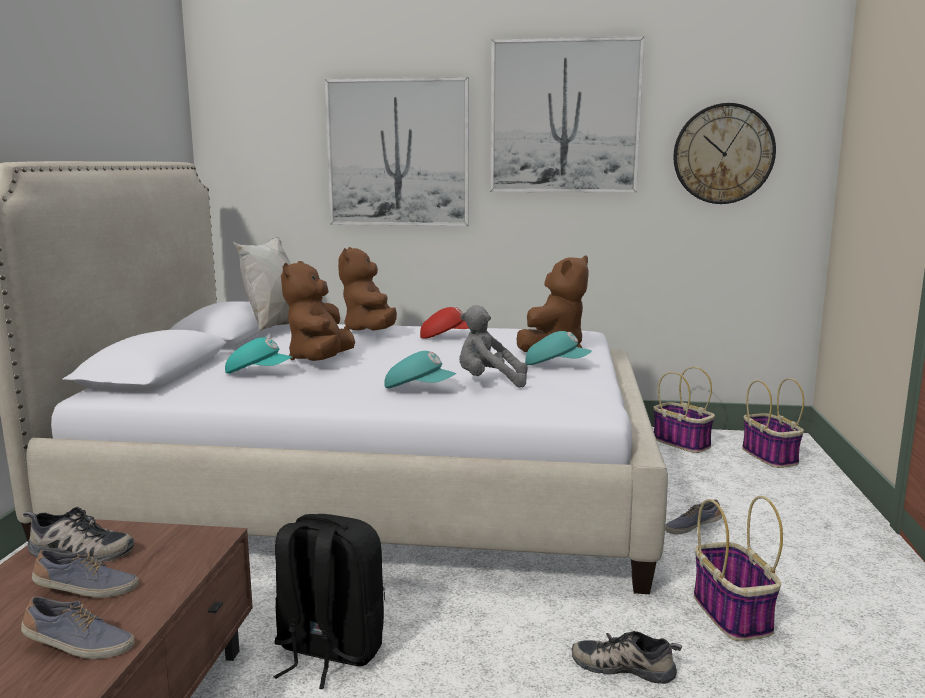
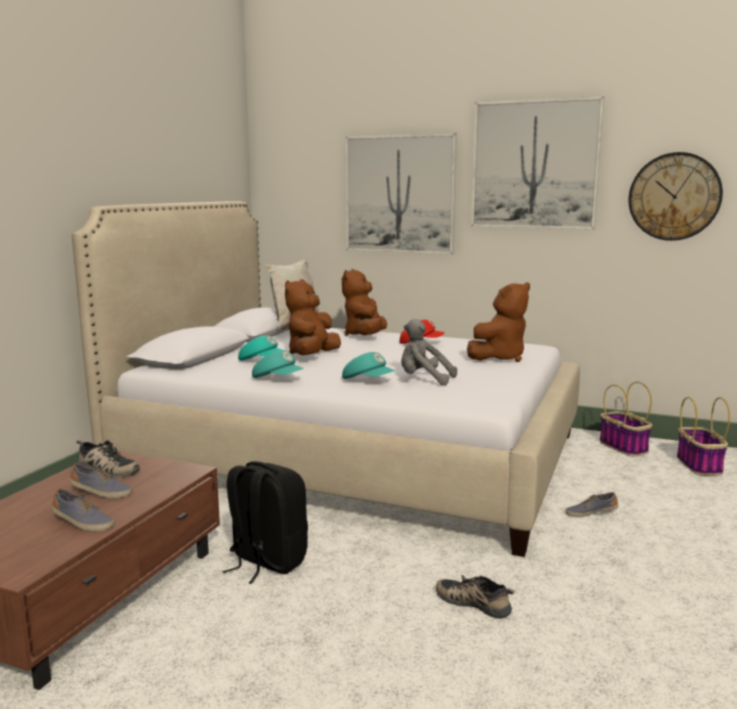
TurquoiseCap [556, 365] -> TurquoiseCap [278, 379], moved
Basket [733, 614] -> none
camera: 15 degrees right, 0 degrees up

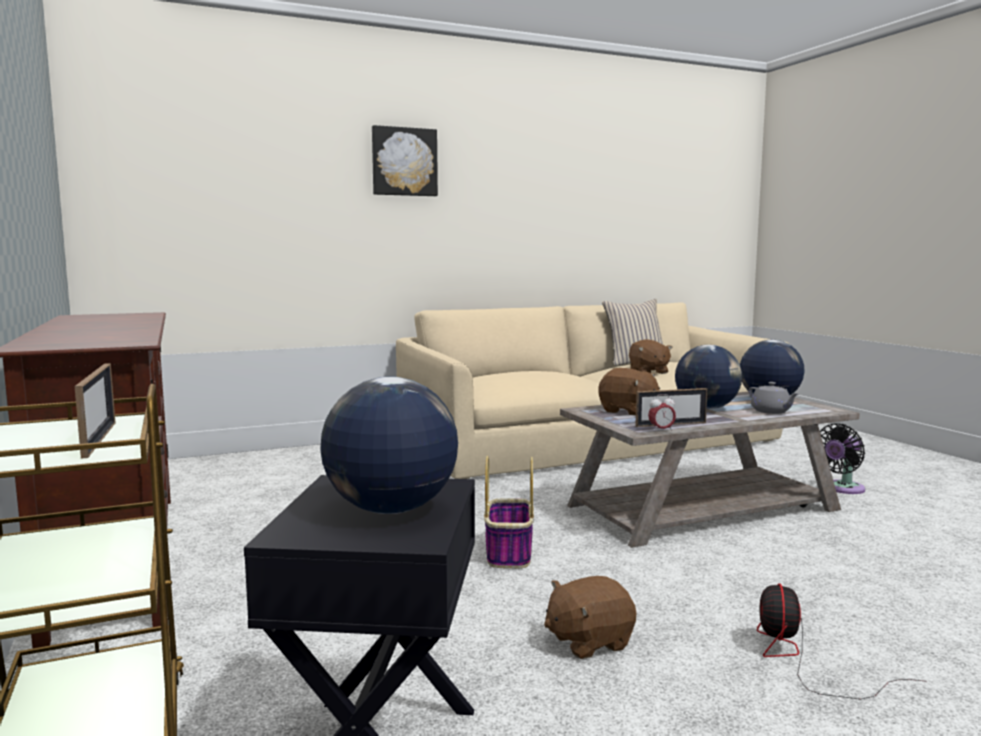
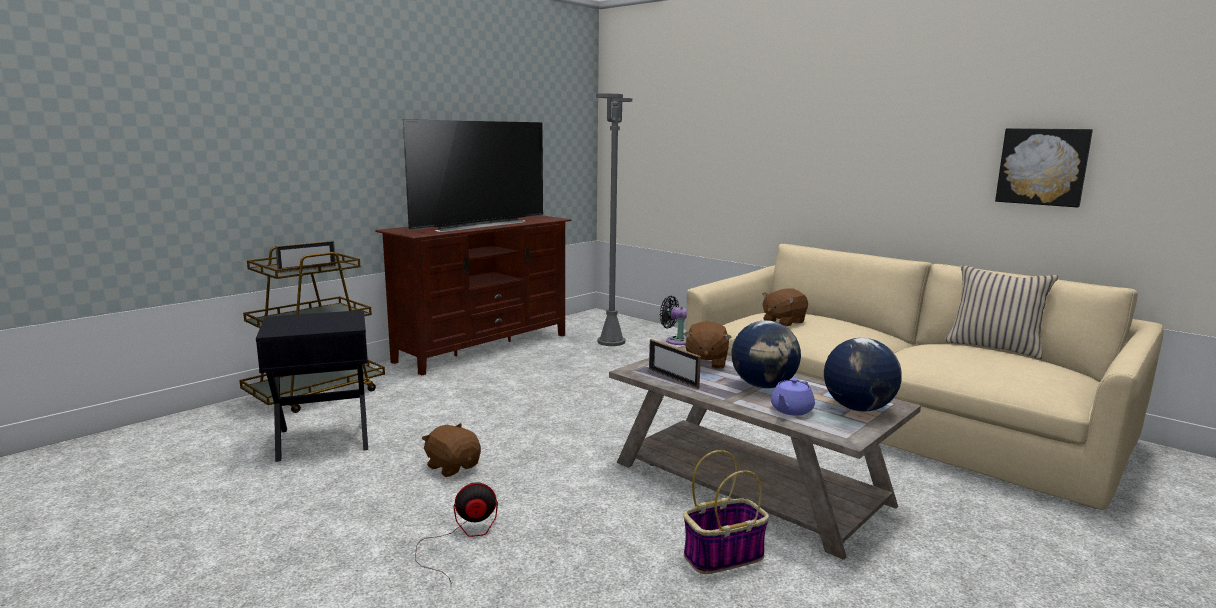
none -> Television [477, 225]
none -> GreyFloorLamp [611, 342]
BlackFan [842, 489] -> BlackFan [675, 341], moved
Basket [508, 553] -> Basket [724, 555], moved
BrownPlushToy [648, 372] -> BrownPlushToy [783, 321], moved
GreyTeapot [771, 411] -> PurpleTeapot [791, 410]
Picture [404, 162] -> Picture [1042, 166], moved
Globe [390, 510] -> none
AlarmClock [661, 430] -> none
camera: 65 degrees right, 5 degrees up

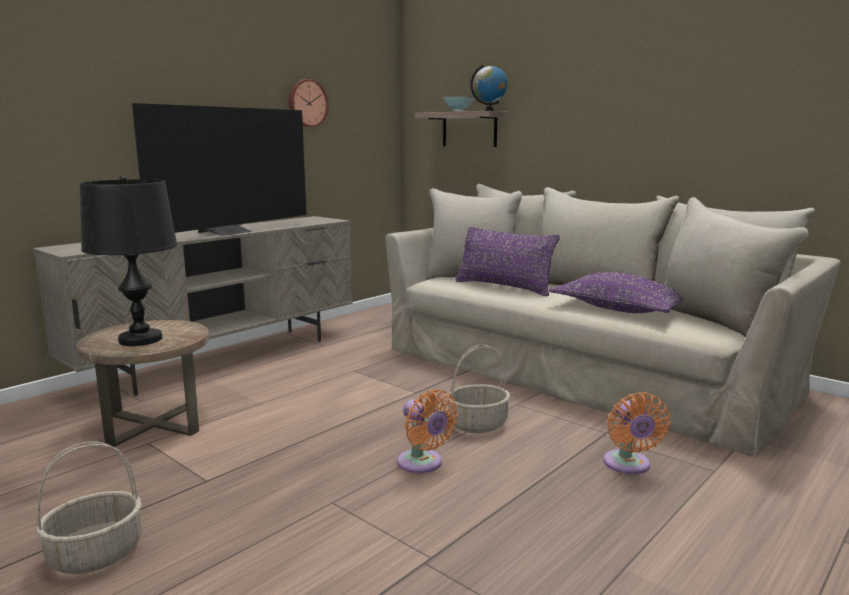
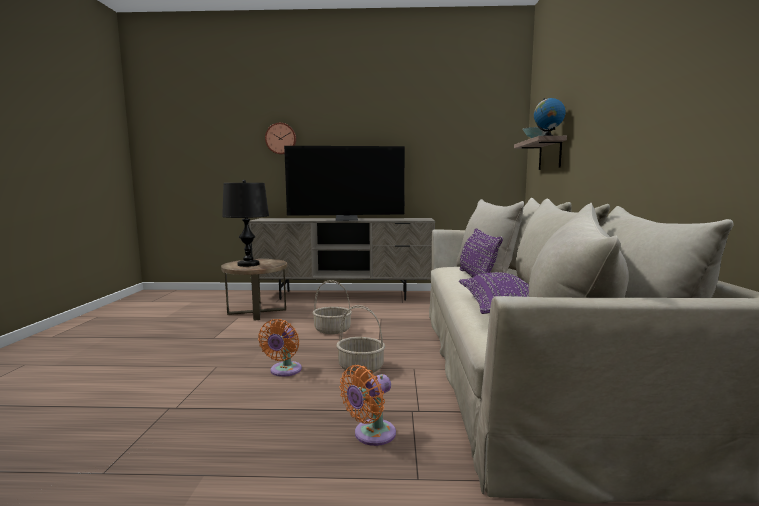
WallClock [307, 103] -> WallClock [281, 138], moved
Basket [96, 553] -> Basket [333, 330], moved
camera: 50 degrees right, 5 degrees down

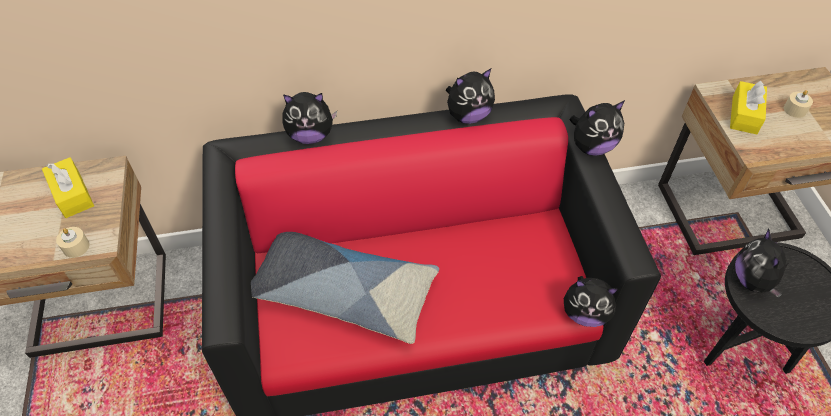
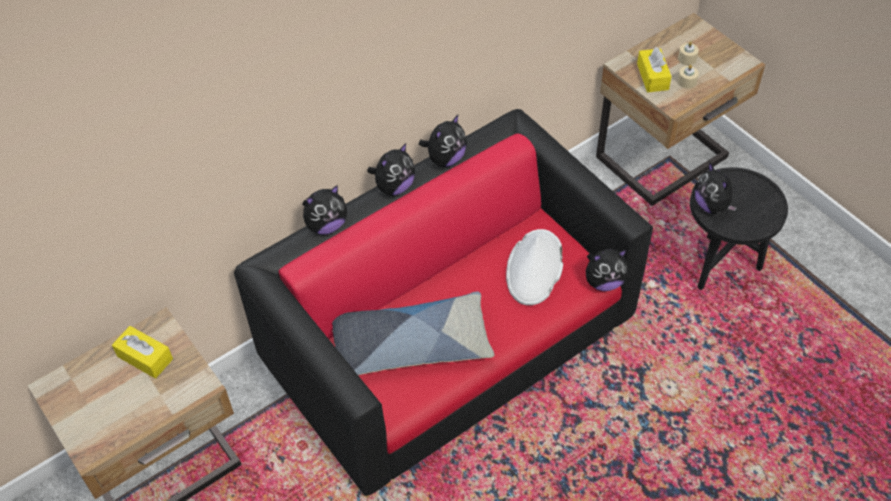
PlushToy [592, 146] -> PlushToy [394, 187], moved
none -> WhiteHat [534, 268]
BeigeCandle [76, 247] -> BeigeCandle [687, 81], moved
camera: 25 degrees left, 0 degrees up

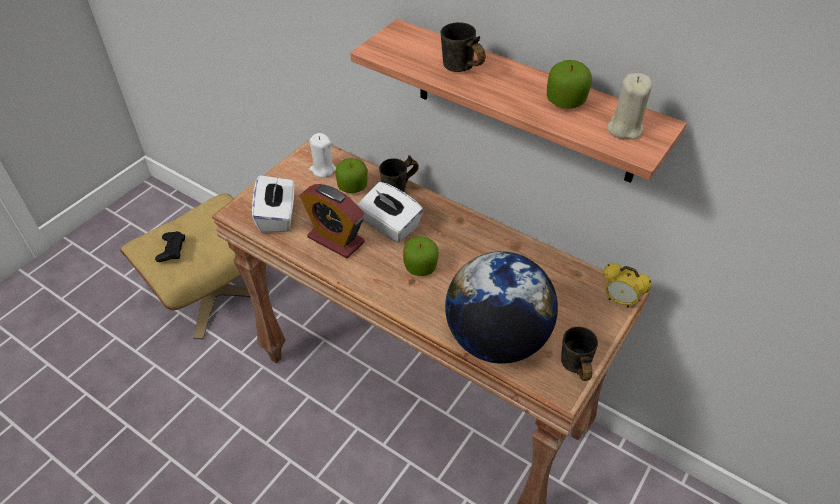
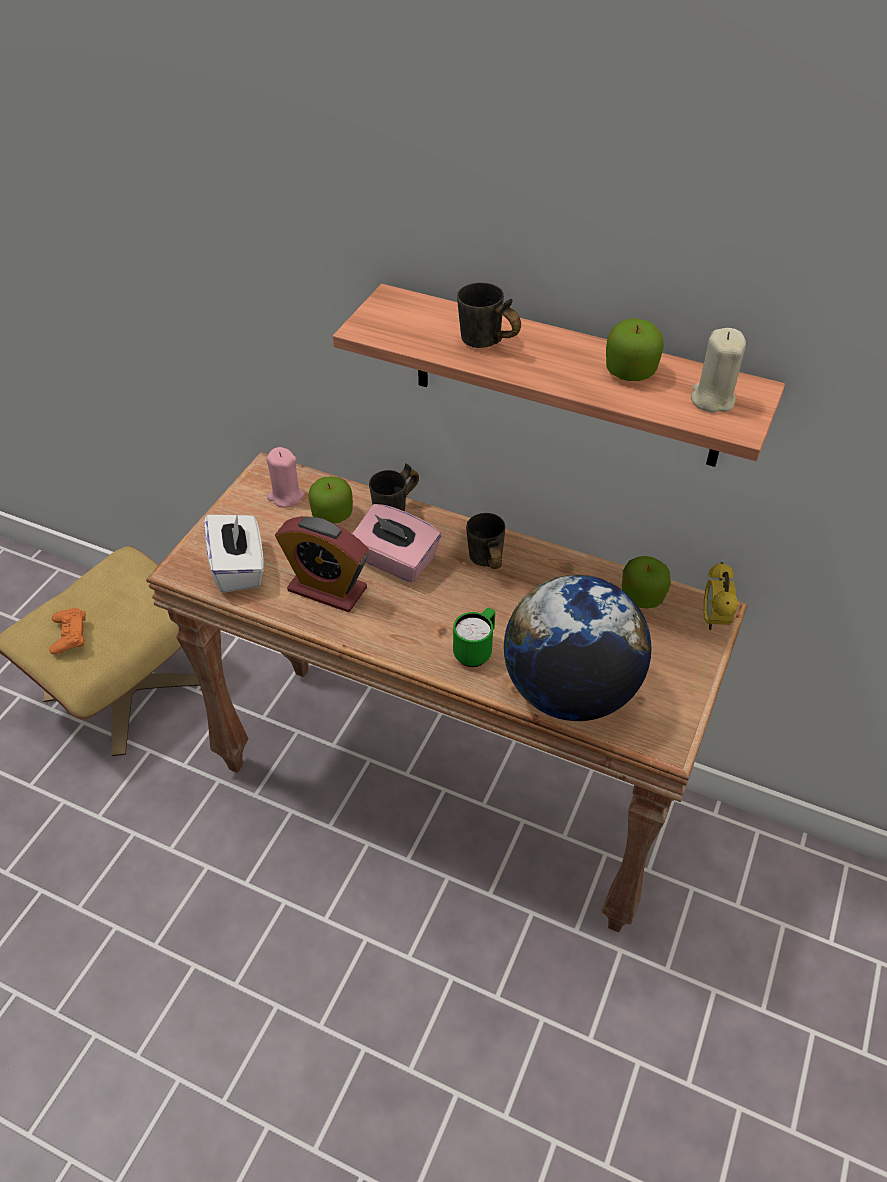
BlackGameController [171, 249] -> OrangeGameController [69, 634]
WhiteCandle [323, 169] -> PinkCandle [286, 496]
WhiteTissueBox [390, 226] -> PinkTissueBox [395, 561]
none -> GreenMug [476, 651]
GreyMug [573, 369] -> GreyMug [483, 563], moved
Apple [420, 266] -> Apple [642, 596], moved
AlarmClock [619, 301] -> AlarmClock [713, 620], 75 degrees clockwise
camera: 10 degrees left, 0 degrees up

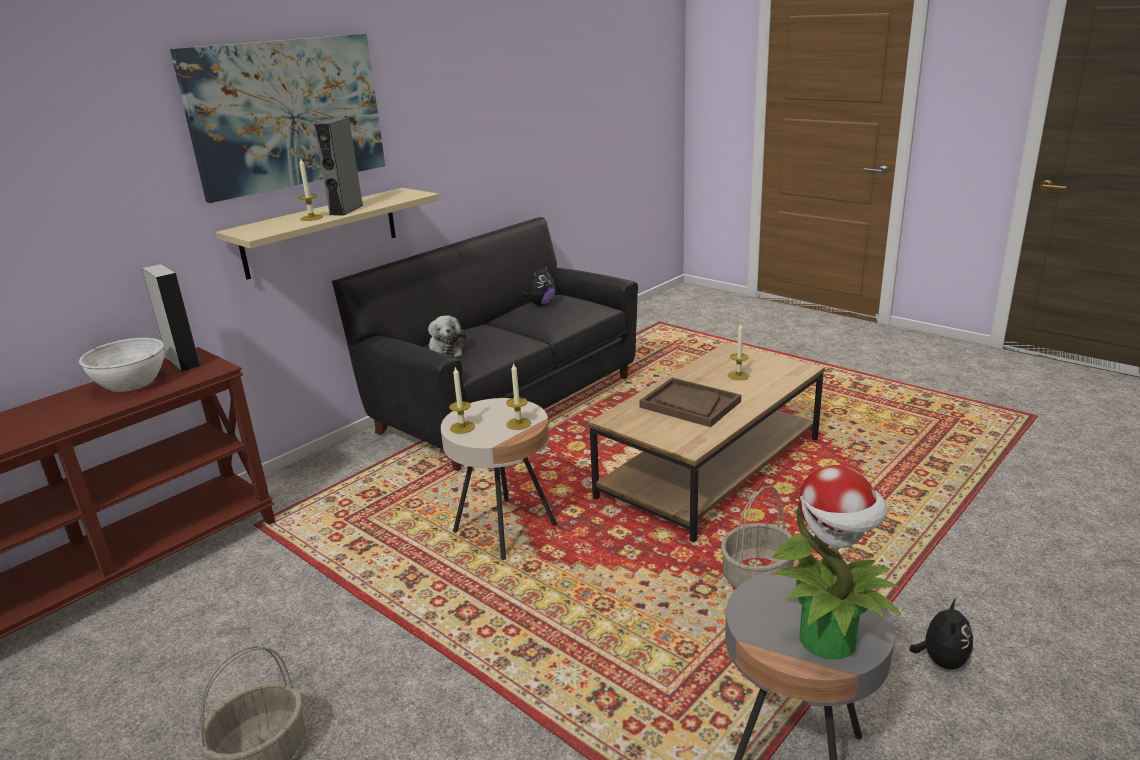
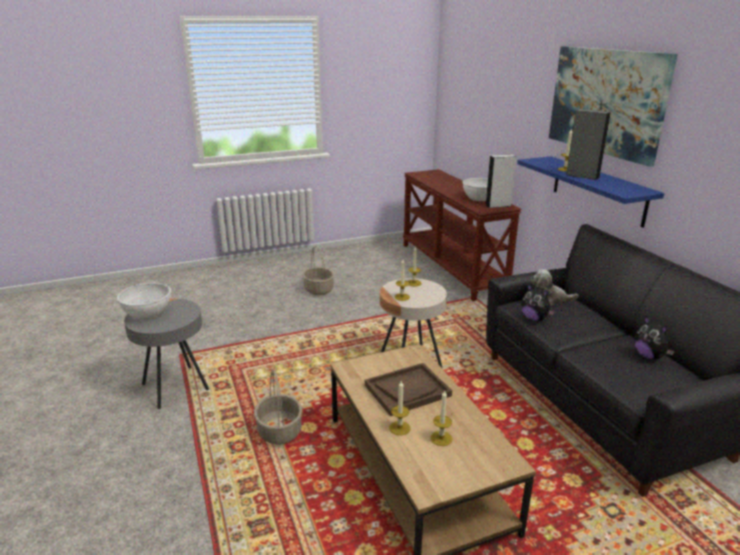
PottedPlant [829, 640] -> WhiteBowl [148, 313]
none -> Candle [399, 428]
BeigeShelf [321, 232] -> BlueShelf [598, 190]
PlushToy [941, 661] -> PlushToy [534, 318], moved
camera: 115 degrees right, 0 degrees up

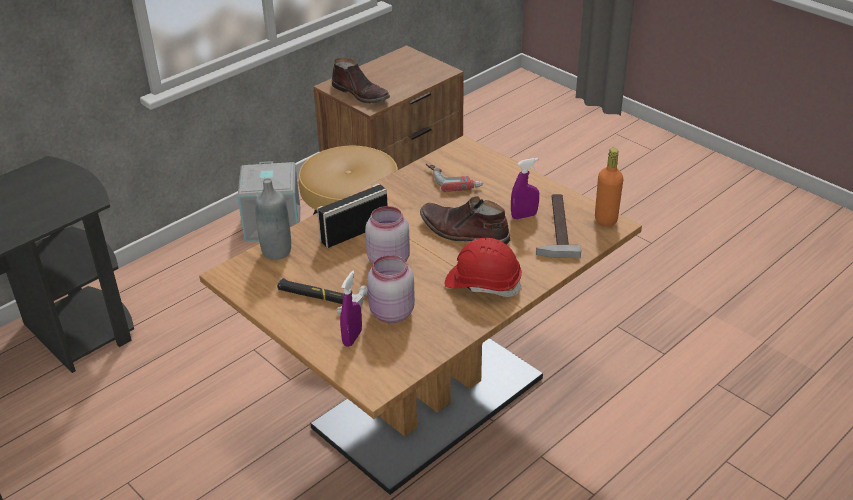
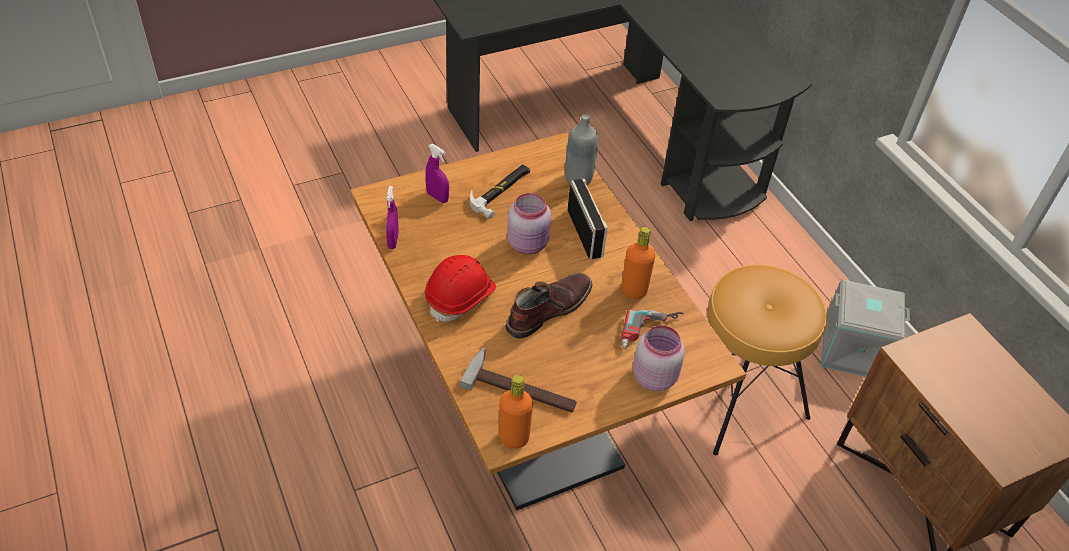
PurpleSprayBottle [524, 216] -> PurpleSprayBottle [393, 241], moved
none -> OrangeBottle [633, 291]
PinkJar [390, 313] -> PinkJar [653, 376], moved
BrownBoot [361, 94] -> none
camera: 105 degrees right, 10 degrees up

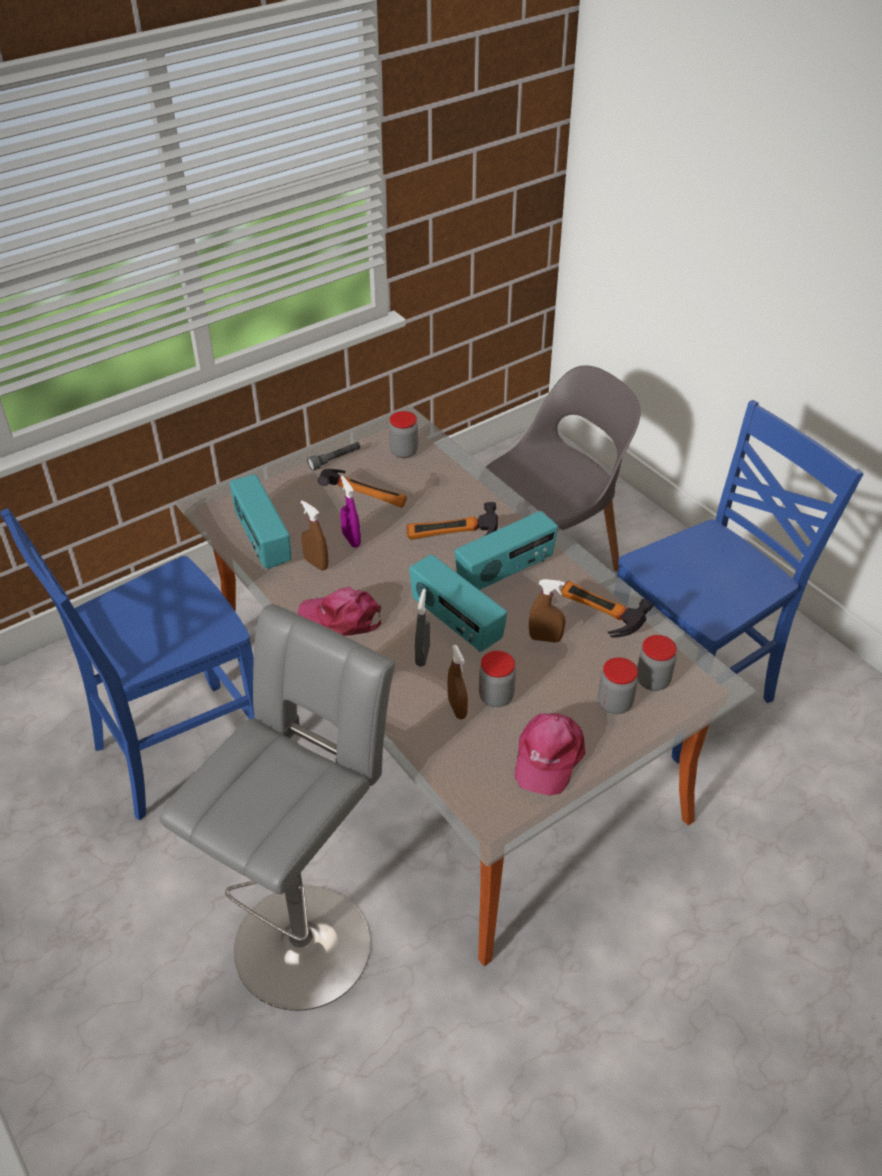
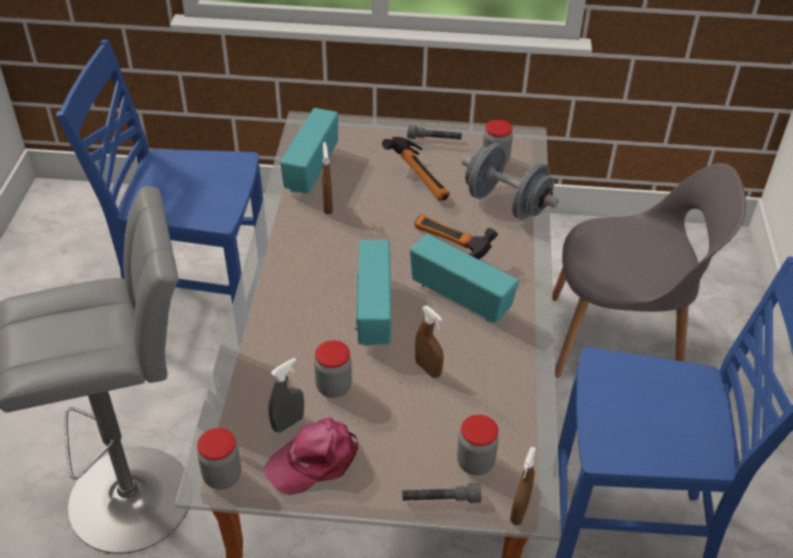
Jar [615, 703] -> Jar [222, 476], moved
GreySprayBottle [422, 656] -> GreySprayBottle [288, 423], moved
none -> GreyFlashlight [440, 499]
Radio [505, 572] -> Radio [461, 297], 150 degrees counterclockwise
none -> GreyDumbbell [506, 204]
BrownSprayBottle [457, 708] -> BrownSprayBottle [519, 511], moved
PinkCap [341, 618] -> none
PurpleSprayBottle [351, 540] -> none
Hammer [597, 620] -> none
camera: 40 degrees right, 0 degrees up

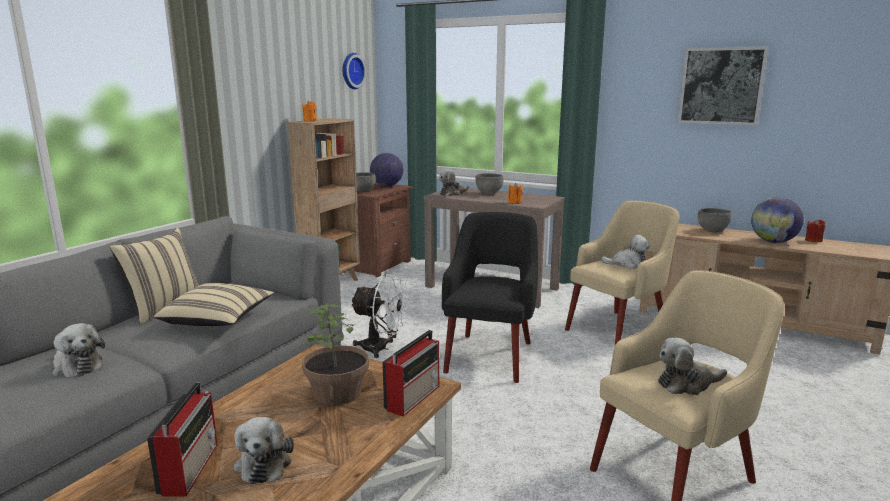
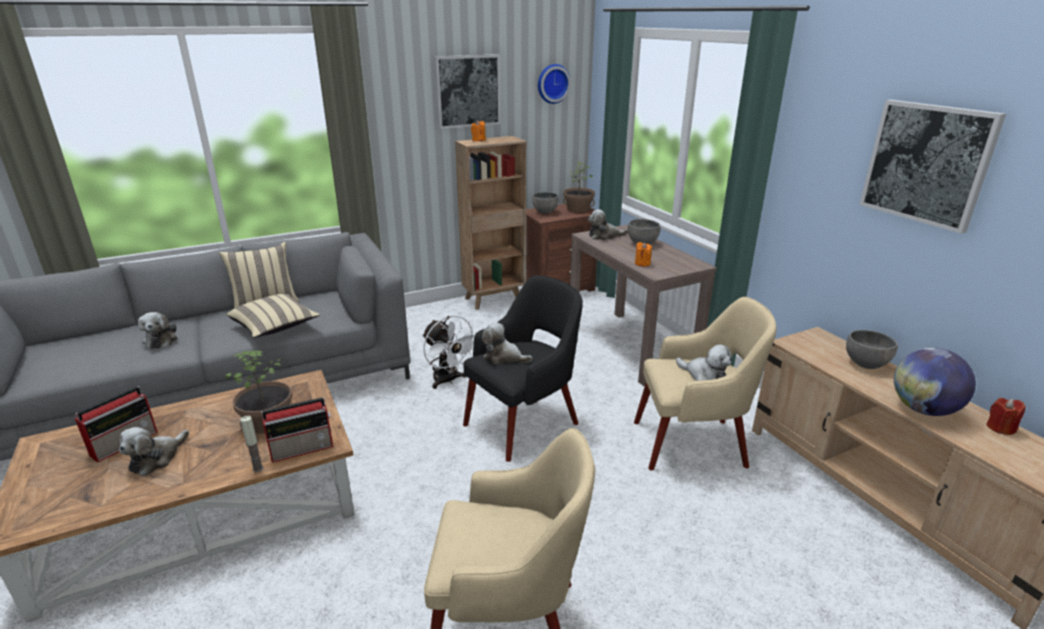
none -> Candle [258, 468]
none -> Picture [467, 91]
PlushToy [687, 384] -> PlushToy [504, 357], moved
Globe [387, 186] -> PottedPlant [578, 209]
camera: 35 degrees right, 10 degrees up

